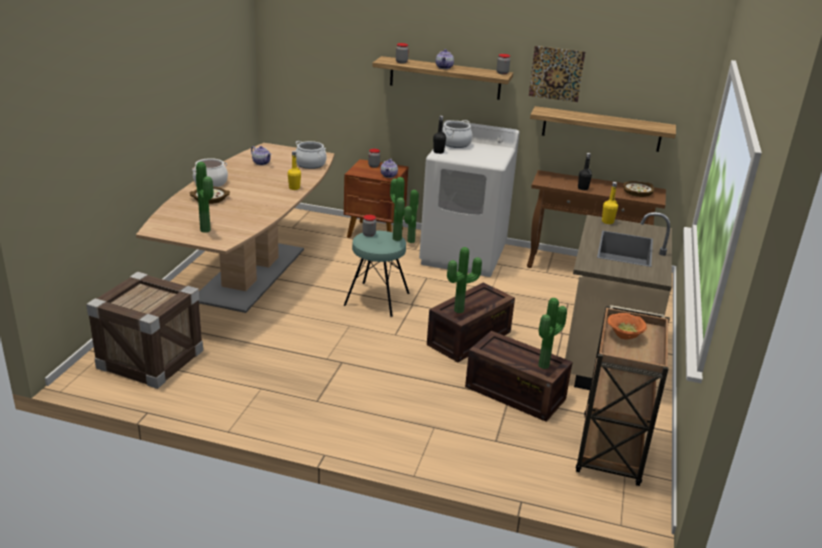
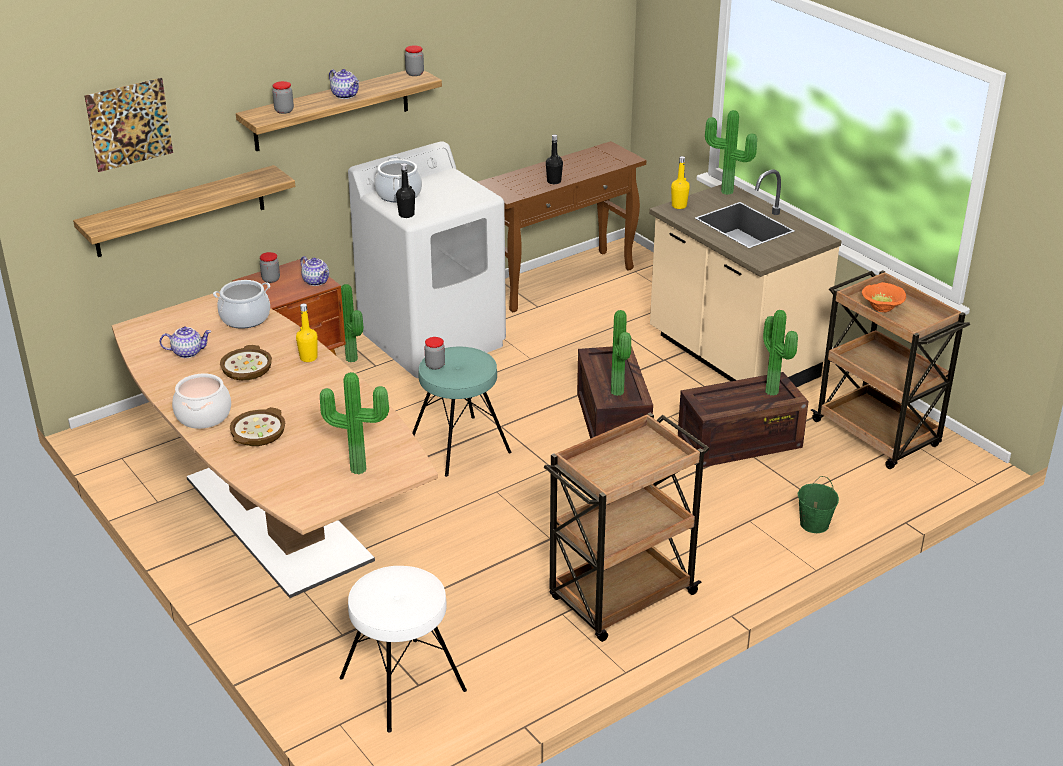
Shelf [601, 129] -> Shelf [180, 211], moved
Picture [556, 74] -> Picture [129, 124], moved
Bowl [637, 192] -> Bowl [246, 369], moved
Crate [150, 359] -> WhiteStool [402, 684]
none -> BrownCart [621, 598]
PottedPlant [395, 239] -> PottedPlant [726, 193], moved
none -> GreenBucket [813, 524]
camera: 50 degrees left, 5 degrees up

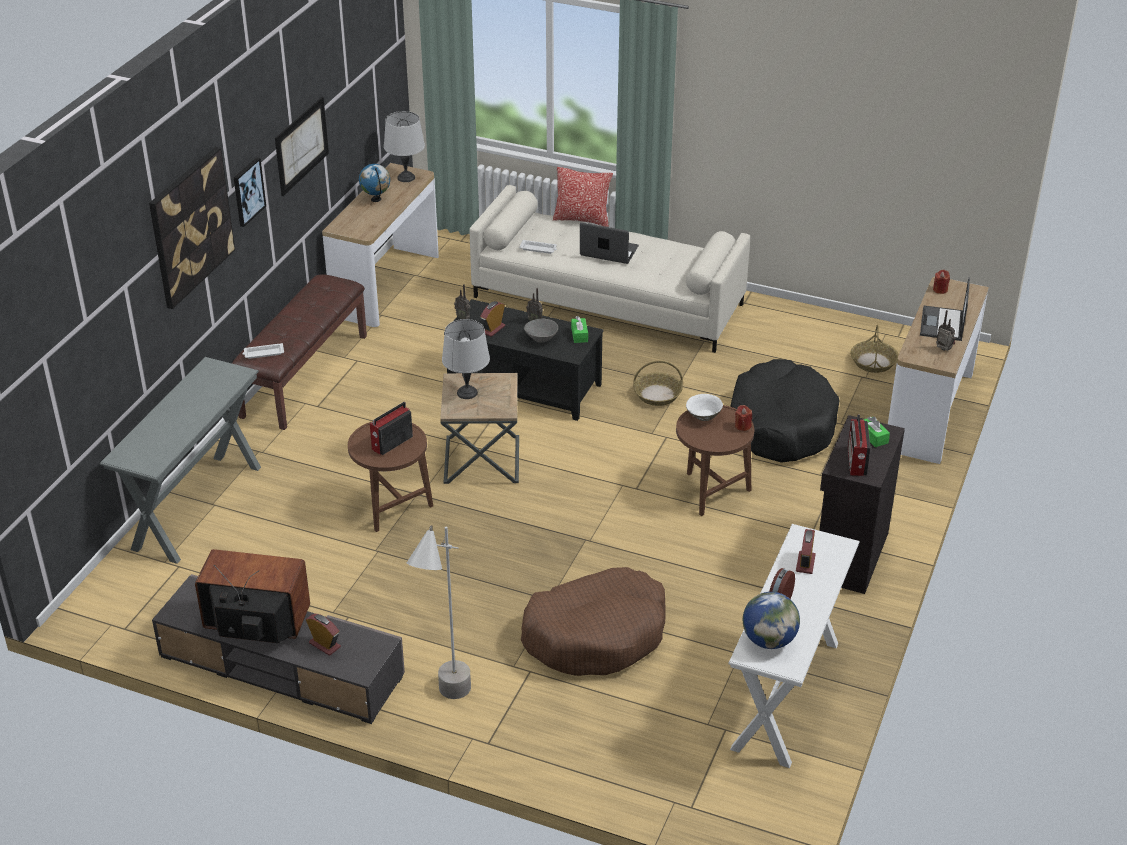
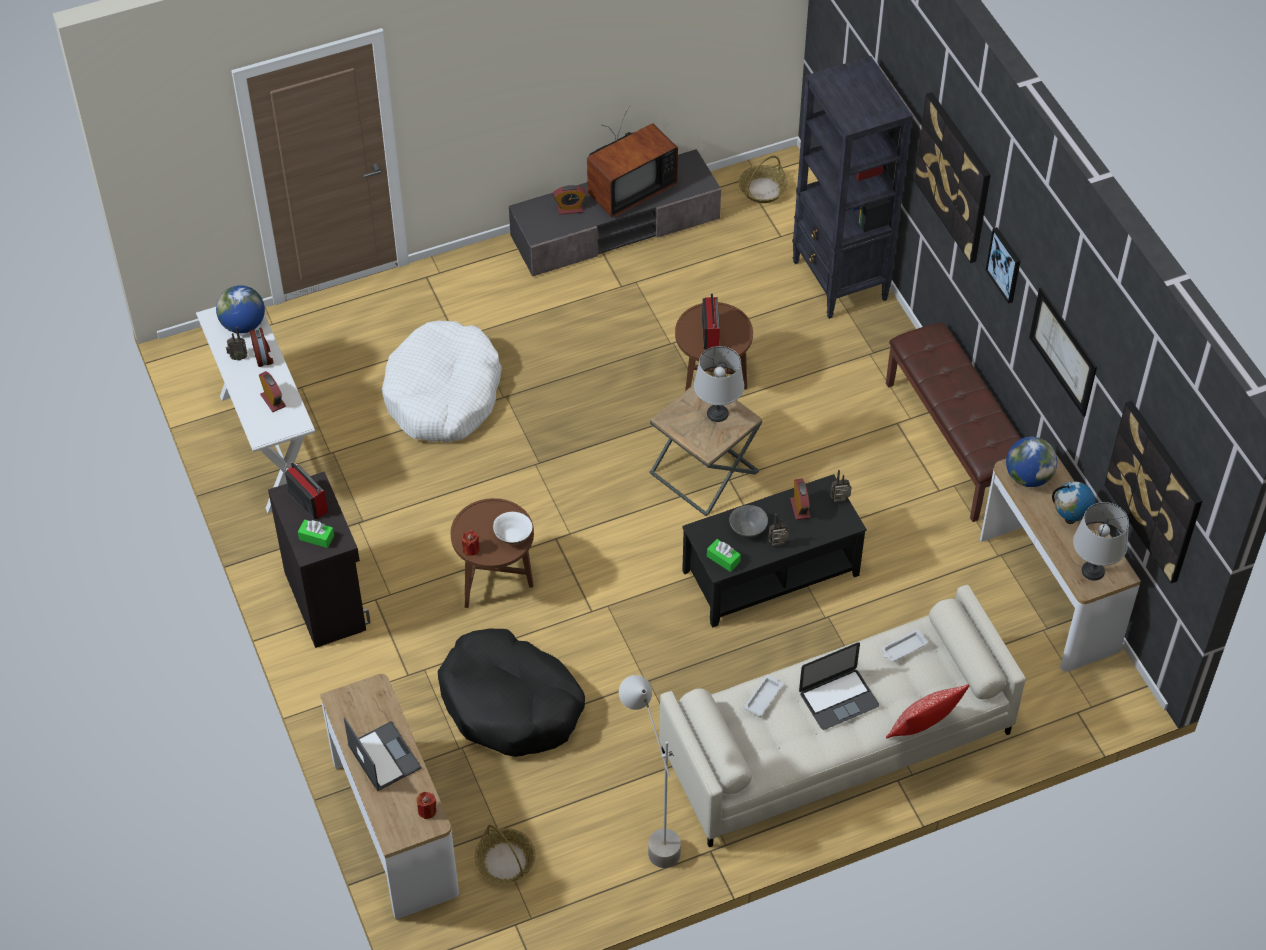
Radio [943, 350] -> Radio [238, 357], moved
BrownDogBed [596, 635] -> WhiteDogBed [443, 394]
GreyFloorLamp [446, 706] -> GreyFloorLamp [650, 832], moved
Basket [657, 395] -> Basket [763, 189], moved
WhiteTray [263, 353] -> WhiteTray [763, 697], moved
GreyConsoleTable [198, 507] -> BlackBookcase [840, 281]
none -> Globe [1028, 477]
none -> Picture [1155, 491]
camera: 135 degrees right, 15 degrees up

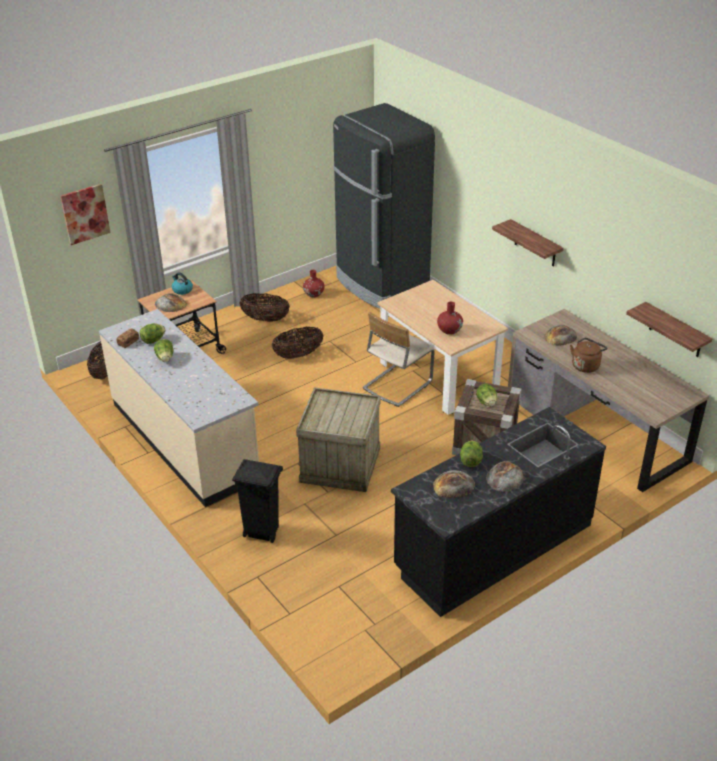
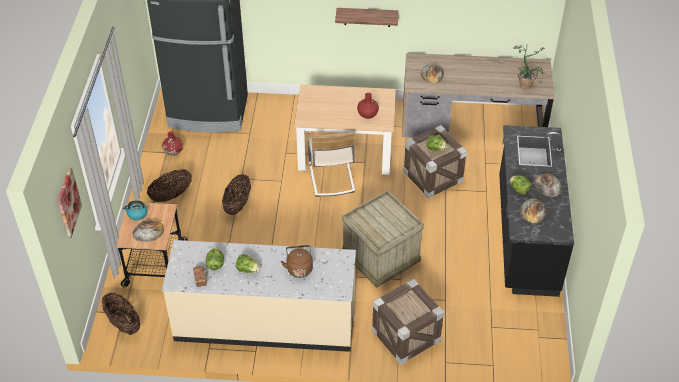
BrownKettle [586, 365] -> BrownKettle [299, 268], moved
BlackTrashCan [261, 532] -> Crate [406, 336]
none -> PottedPlant [526, 83]
Shelf [675, 331] -> none
camera: 50 degrees left, 10 degrees up

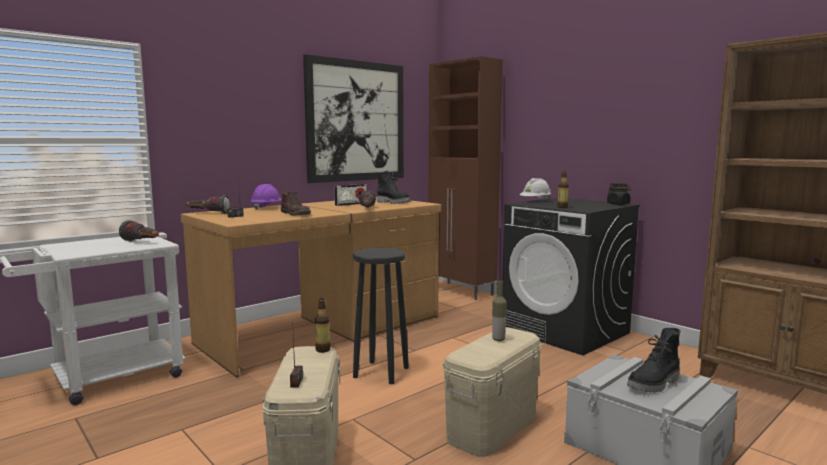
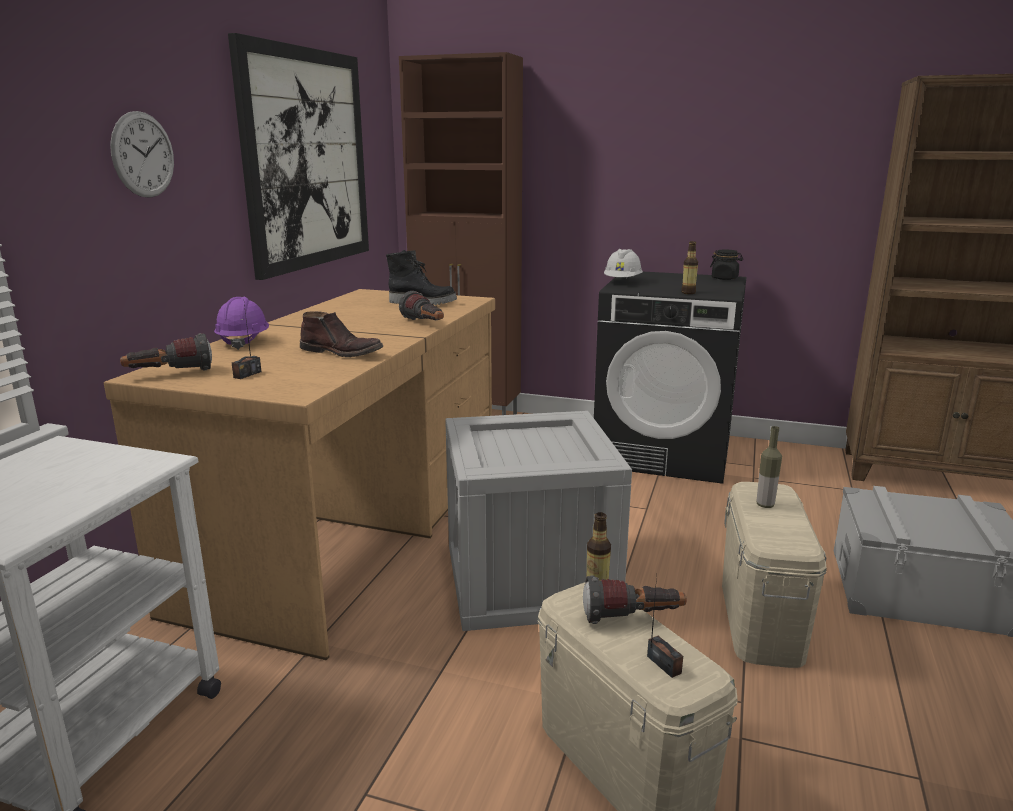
none -> WallClock [143, 155]
BlackStool [380, 372] -> Crate [532, 580]
Flashlight [142, 243] -> Flashlight [633, 619], moved
Radio [351, 204] -> none
BlackBoot [654, 384] -> none
camera: 30 degrees left, 10 degrees up

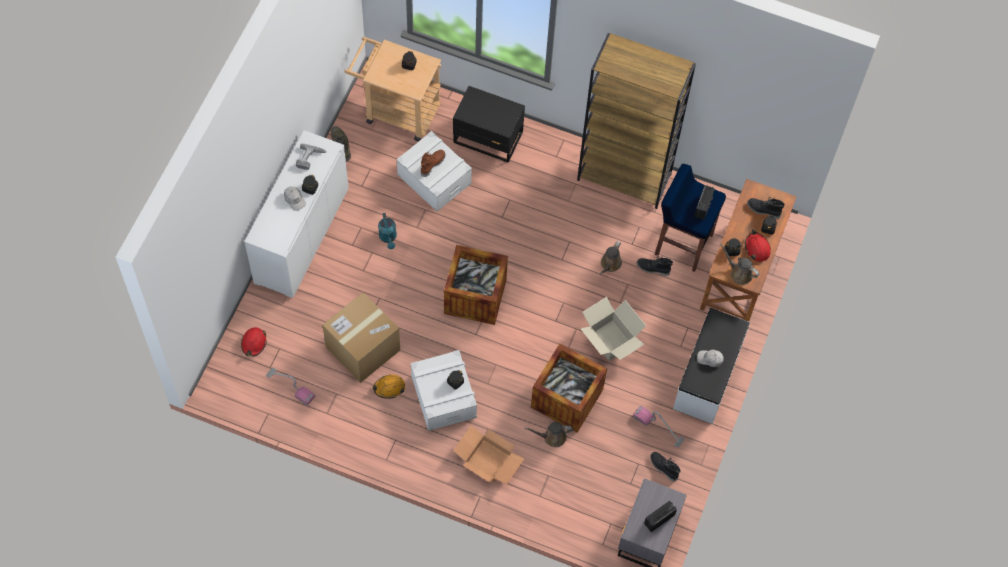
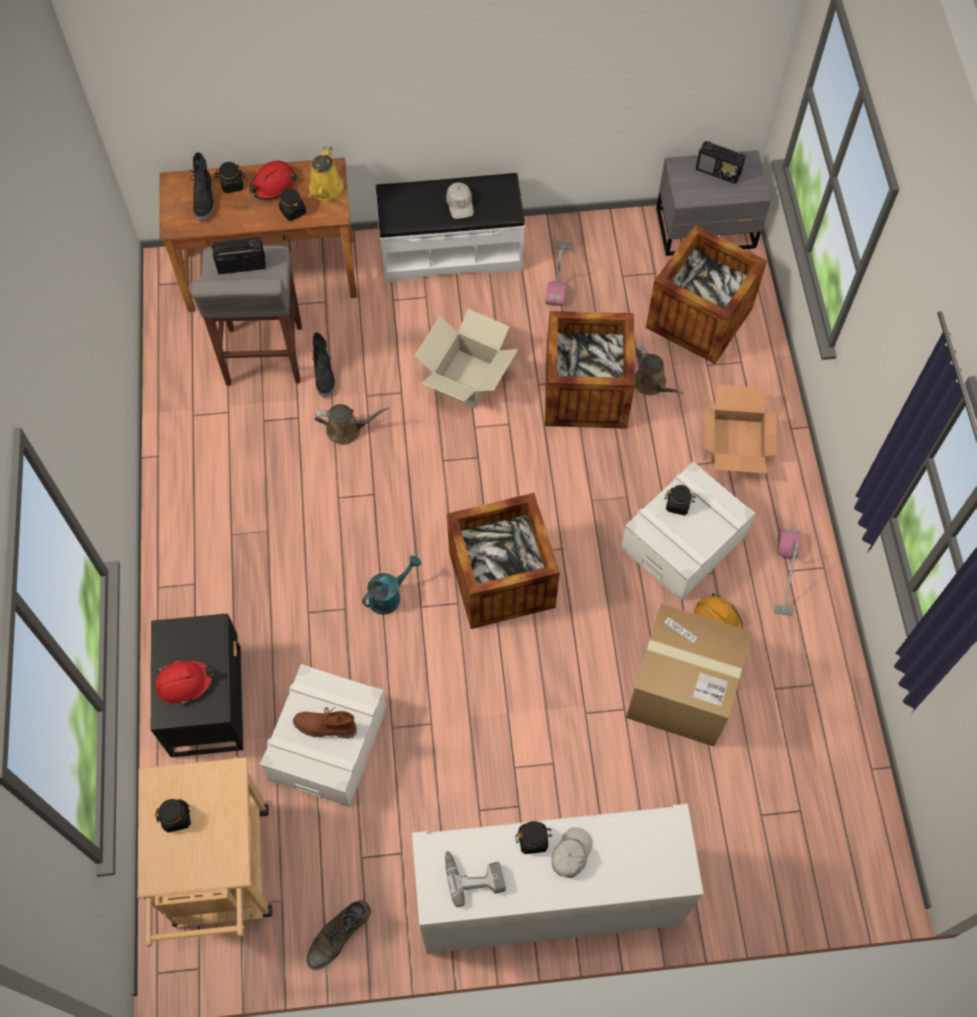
RedHardHat [254, 343] -> RedHardHat [185, 683], moved
BlueStool [682, 244] -> GreyStool [264, 357]
BrownWateringCan [739, 273] -> YellowWateringCan [325, 190]
TurquoiseWateringCan [388, 238] -> TurquoiseWateringCan [389, 595], moved
none -> Crate [699, 318]
VacuumCleaner [290, 386] -> VacuumCleaner [785, 573], moved
BrownBookcase [625, 177] -> none
BlackBoot [663, 468] -> none
camera: 115 degrees left, 0 degrees up

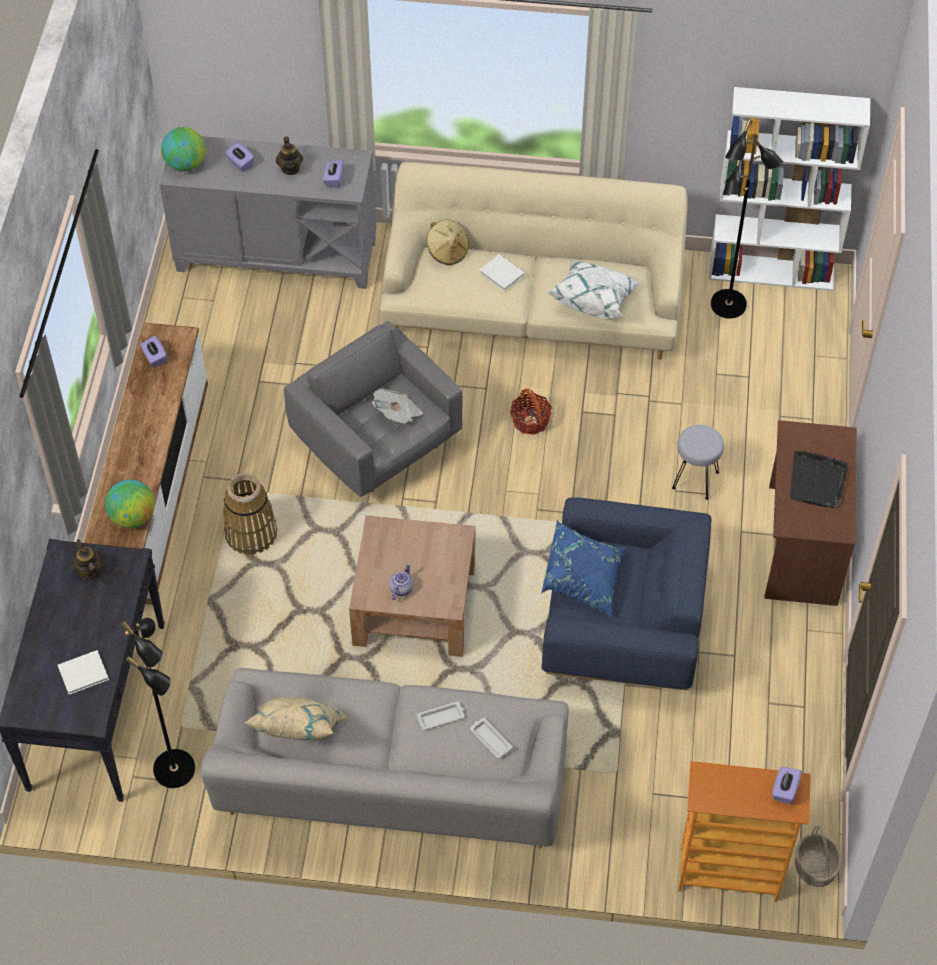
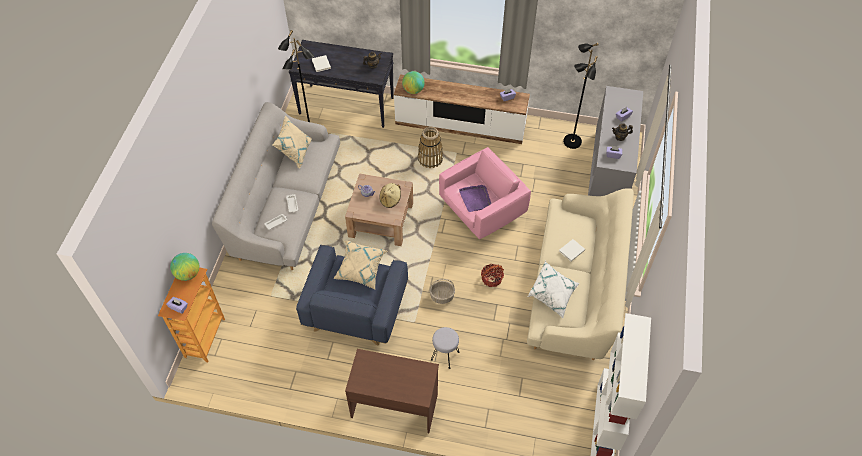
Globe [185, 164] -> Globe [188, 274], moved
BluePillow [583, 579] -> BeigePillow [360, 270]
BeigeHat [447, 251] -> BeigeHat [390, 200], moved
Basket [815, 867] -> Basket [442, 296], moved
GreyArmchair [378, 442] -> PinkArmchair [481, 210]
Newspaper [397, 414] -> PurpleTray [475, 199]
BlackFloorLamp [728, 305] -> BlackFloorLamp [571, 142], moved
BlackTray [817, 482] -> none
camera: 95 degrees right, 0 degrees up

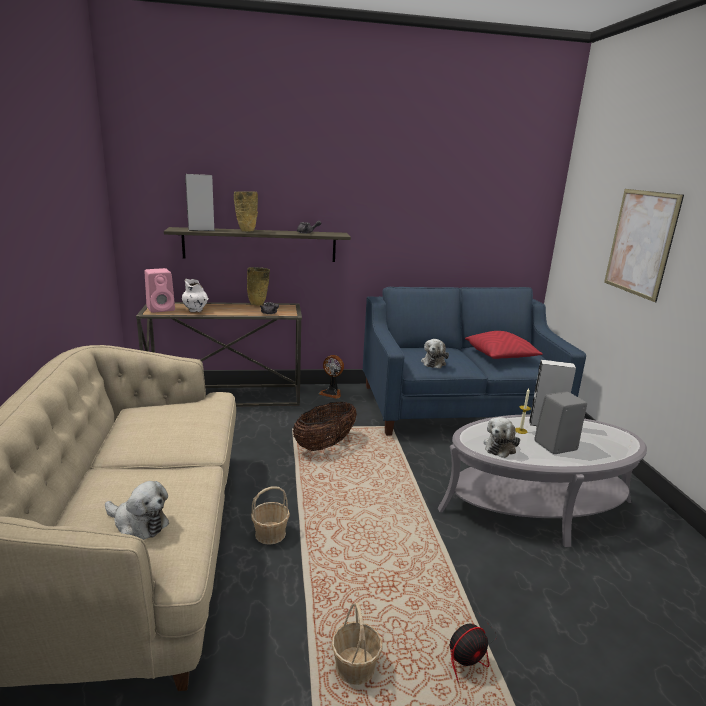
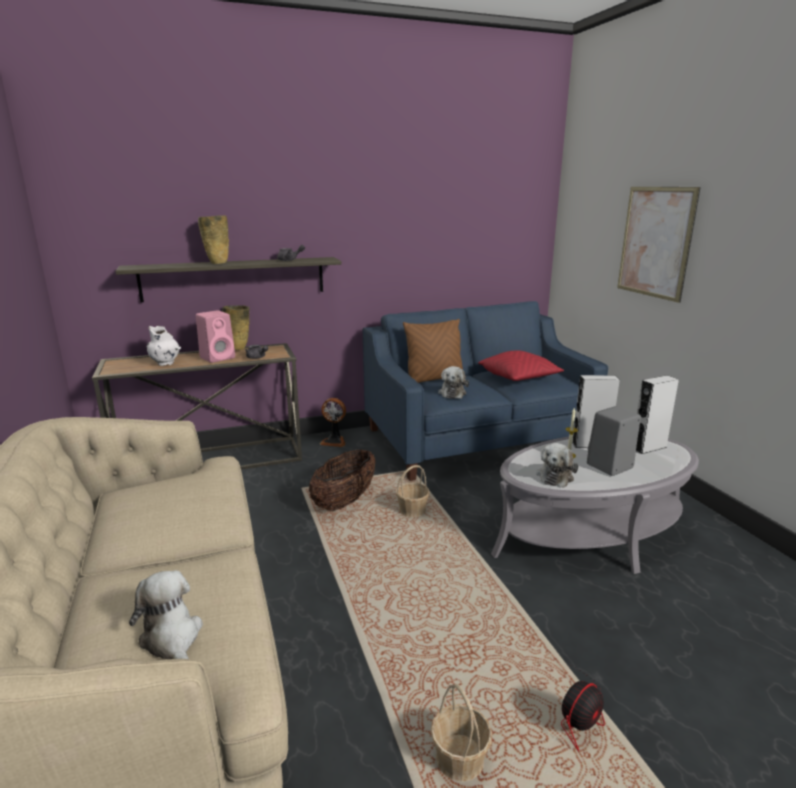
PlushToy [138, 524] -> PlushToy [172, 639], 135 degrees counterclockwise
PinkSpeaker [161, 309] -> PinkSpeaker [218, 357], moved
Basket [270, 534] -> Basket [412, 510], moved
none -> BrownPillow [434, 379]
GreySpeaker [201, 230] -> GreySpeaker [648, 448], moved
camera: 10 degrees left, 0 degrees up

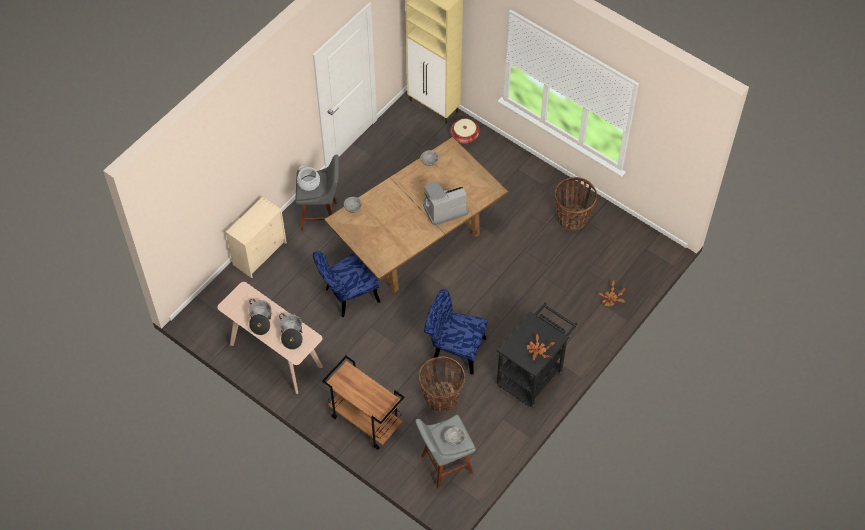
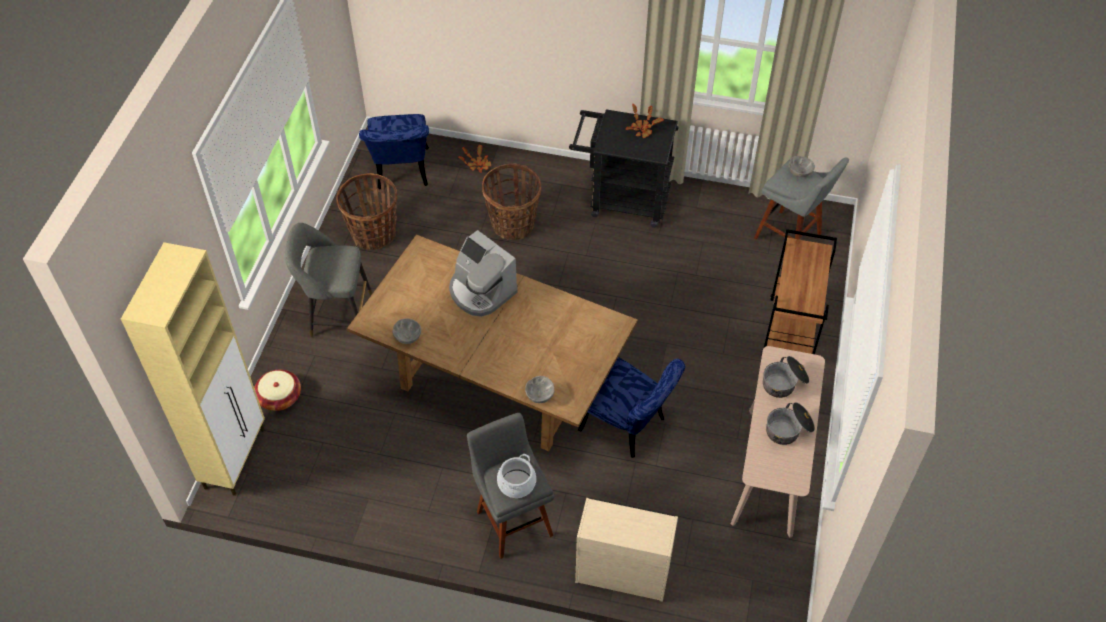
none -> GreyStool [337, 315]
BlueChair [454, 348] -> BlueChair [401, 173], moved
Basket [441, 397] -> Basket [513, 224], moved
camera: 115 degrees left, 5 degrees down

